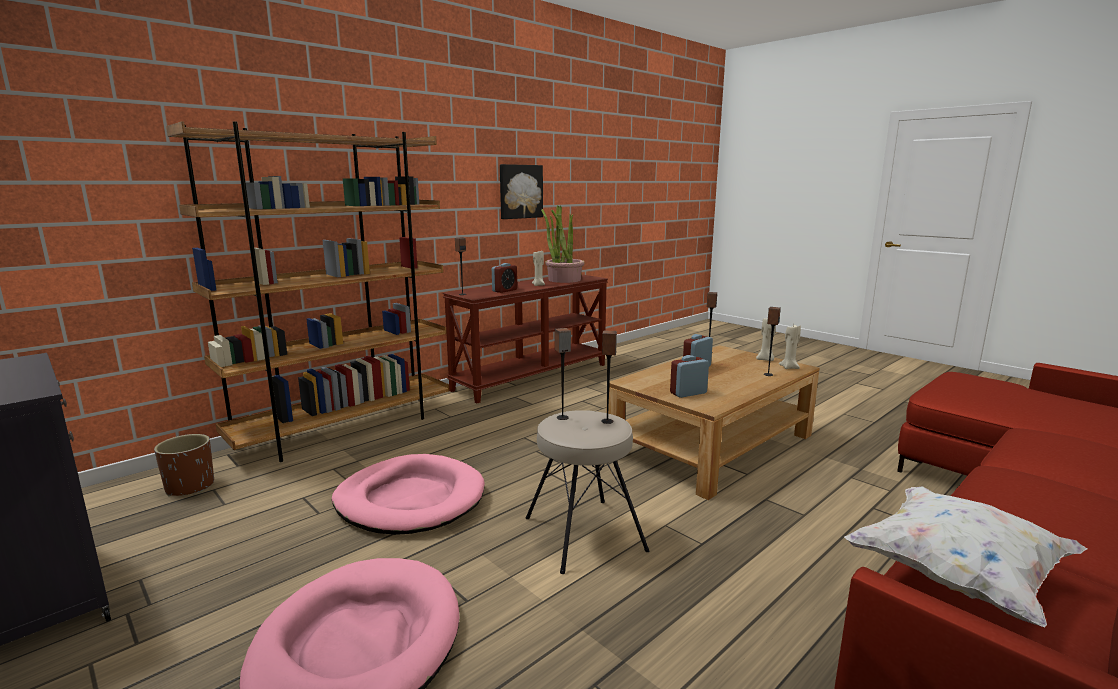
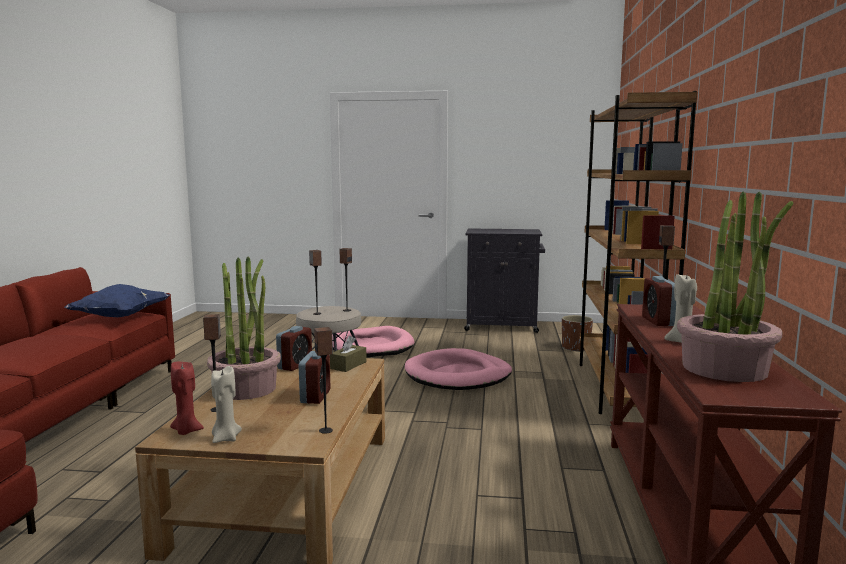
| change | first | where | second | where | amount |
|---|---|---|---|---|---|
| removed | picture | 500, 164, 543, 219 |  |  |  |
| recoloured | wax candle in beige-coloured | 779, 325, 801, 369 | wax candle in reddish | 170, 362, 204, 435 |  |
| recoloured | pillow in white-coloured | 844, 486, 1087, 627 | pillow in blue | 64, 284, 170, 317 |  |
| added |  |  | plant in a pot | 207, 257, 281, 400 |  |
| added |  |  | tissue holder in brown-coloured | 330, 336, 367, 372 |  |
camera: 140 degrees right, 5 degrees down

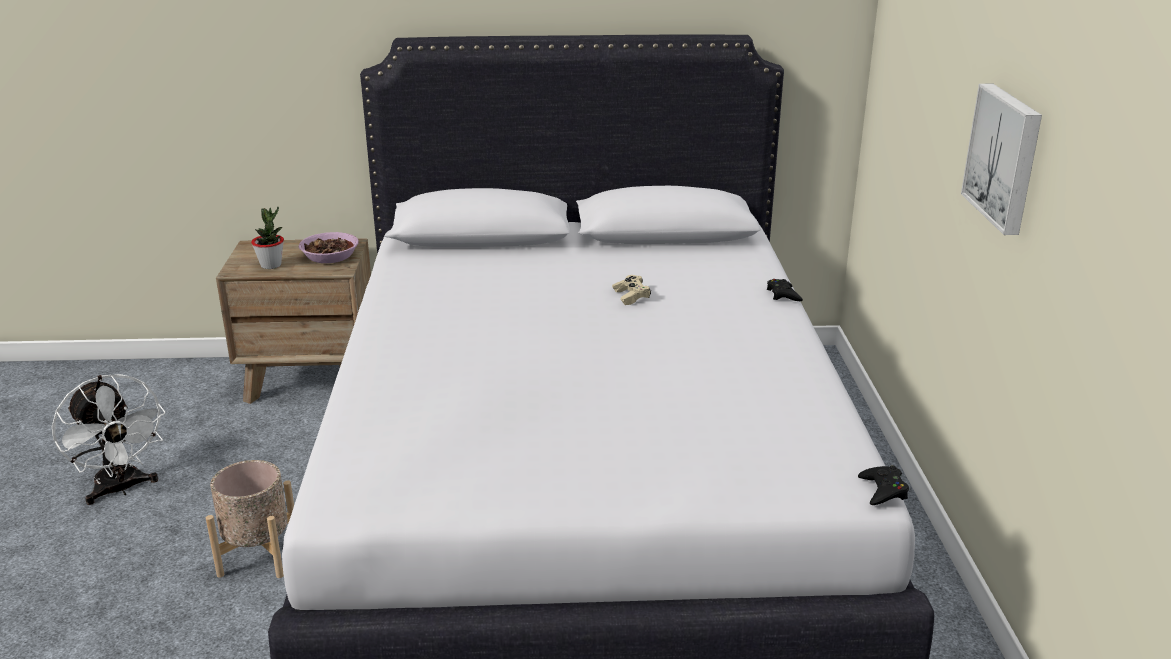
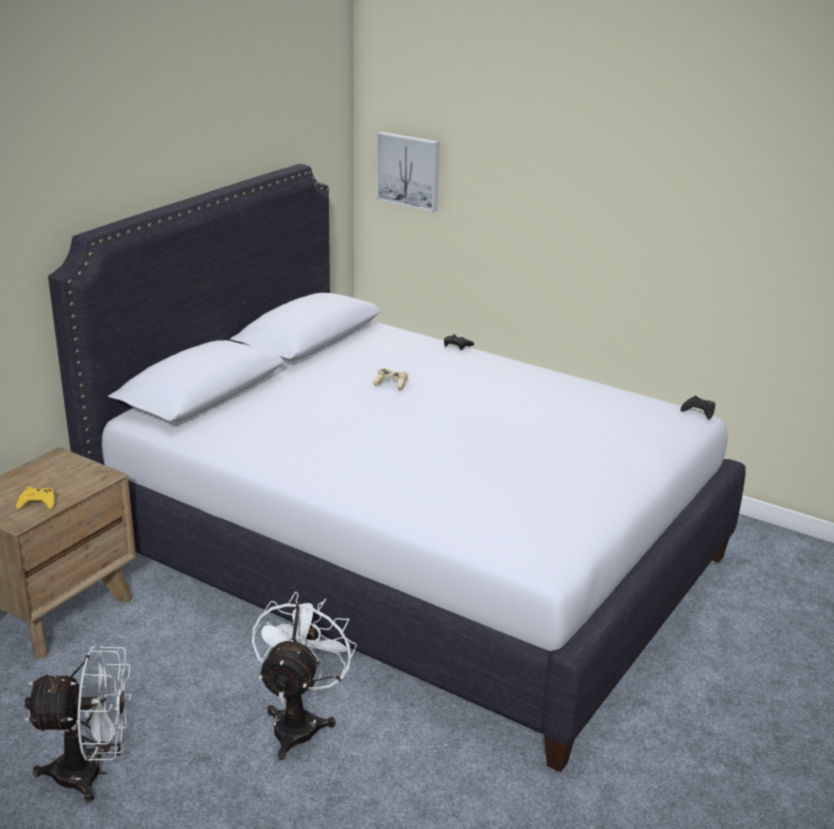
| change | first | where | second | where | amount |
|---|---|---|---|---|---|
| replaced | planter in beige-coloured | 206, 460, 294, 578 | fan in white-coloured | 252, 592, 357, 760 |  |
| replaced | plant in a pot | 251, 207, 284, 269 | gamepad in yellow | 16, 487, 54, 510 |  |
| removed | deep dish | 299, 232, 359, 263 |  |  |  |
| moved | picture | 961, 84, 1042, 235 |  | 377, 132, 440, 212 |  |
camera: 55 degrees left, 0 degrees up

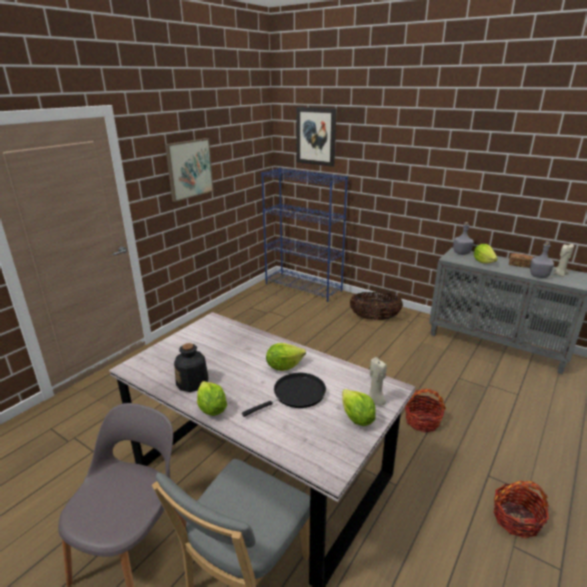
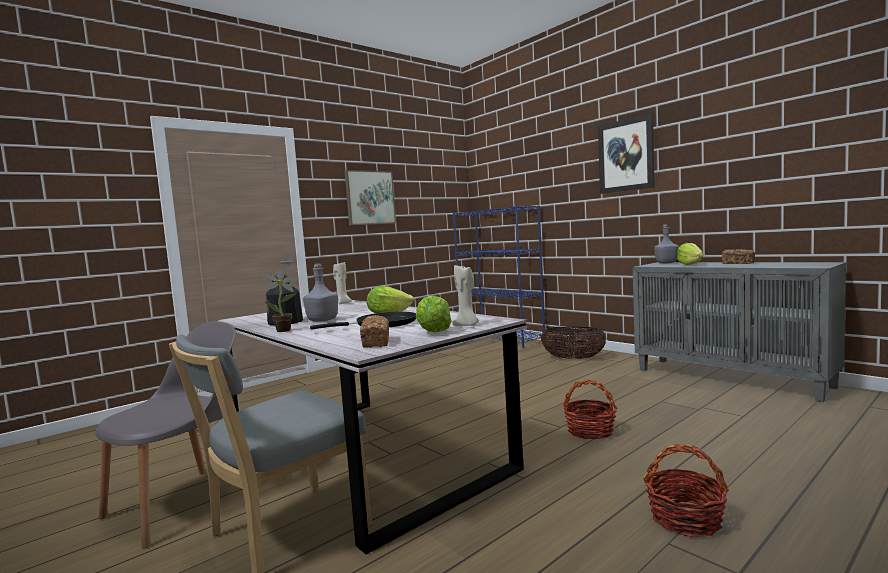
| change | first | where | second | where | amount |
|---|---|---|---|---|---|
| replaced | lettuce head | 197, 381, 227, 416 | plant in a pot | 261, 269, 298, 332 |  |
| moved | picture | 296, 107, 336, 167 |  | 598, 113, 655, 194 |  |
| moved | bottle in greyish | 530, 241, 554, 278 |  | 303, 263, 338, 322 |  |
| moved | wax candle in beige-coloured | 553, 244, 574, 277 |  | 333, 262, 352, 304 |  |
| added |  |  | baked bread | 360, 315, 389, 348 |  |
camera: 15 degrees right, 20 degrees down

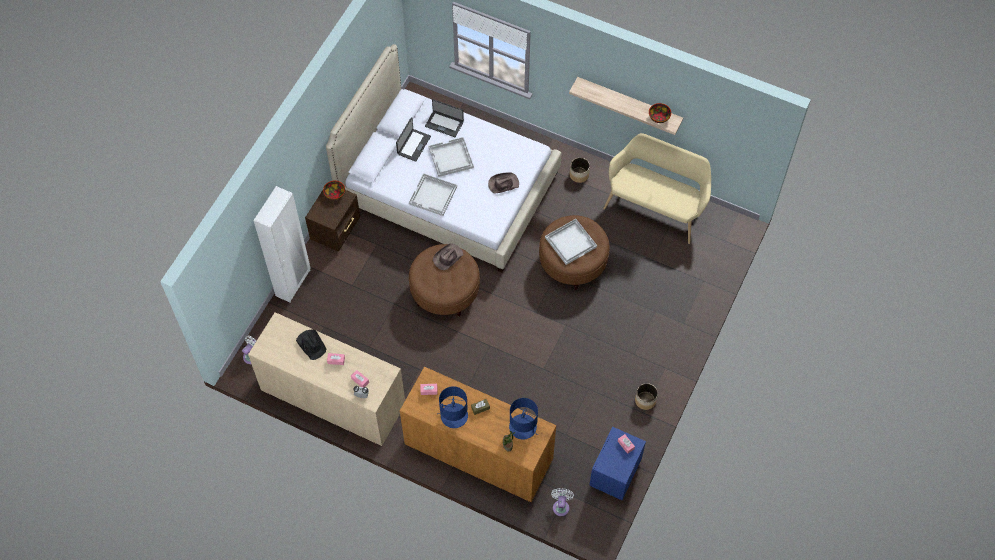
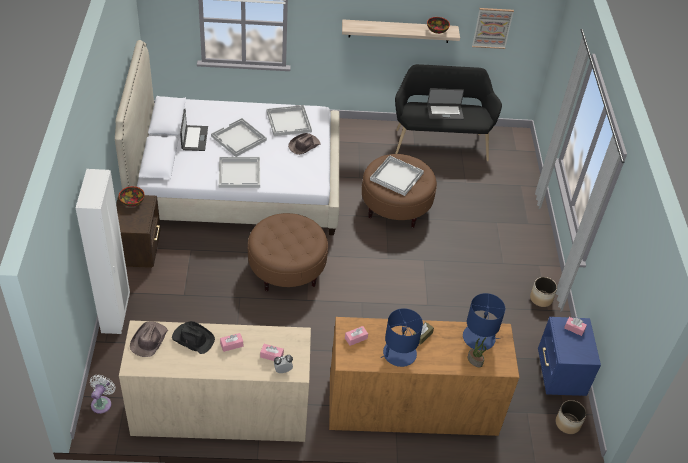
| change | first | where | second | where | amount |
|---|---|---|---|---|---|
| moved | portable computer | 425, 99, 464, 137 |  | 427, 88, 464, 120 |  |
| moved | clothing hat in brown-coloured | 433, 243, 463, 270 |  | 130, 322, 168, 357 |  |
| removed | fan in white-coloured | 551, 488, 574, 516 |  |  |  |
| moved | planter | 570, 158, 590, 183 |  | 556, 400, 587, 434 |  |
| recoloured | bench in beige-coloured | 603, 133, 711, 244 | bench in blackish | 395, 64, 502, 161 |  |
| added |  |  | serving tray in white-coloured | 267, 105, 312, 136 |  |
| added |  |  | picture | 472, 8, 514, 49 |  |
camera: 30 degrees left, 15 degrees down

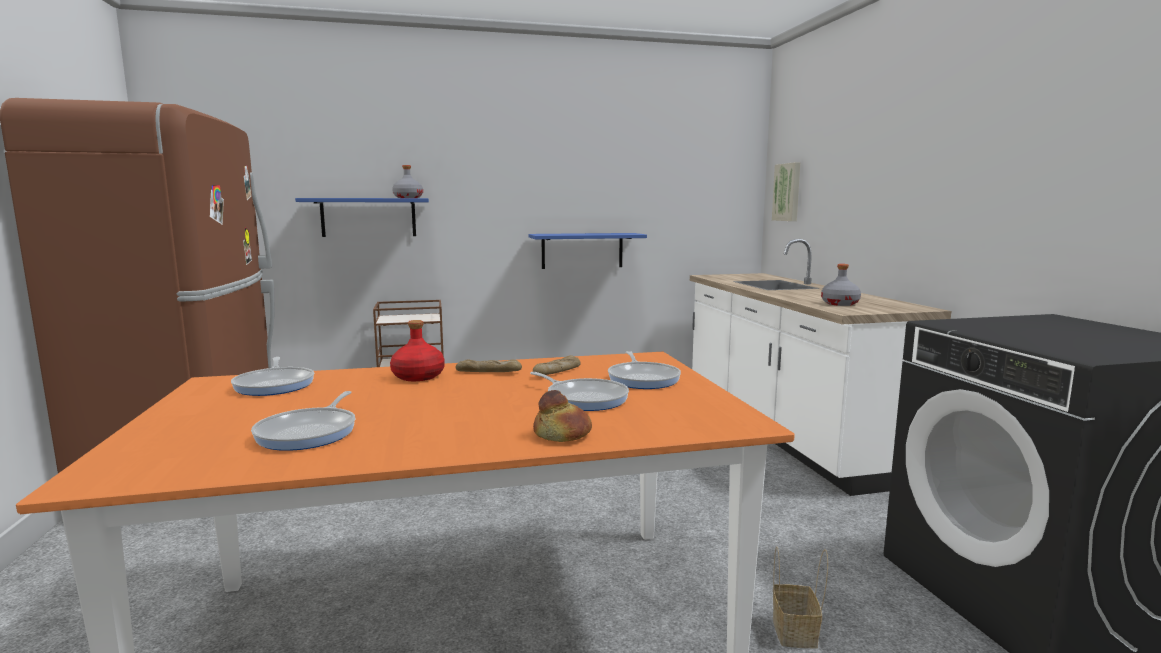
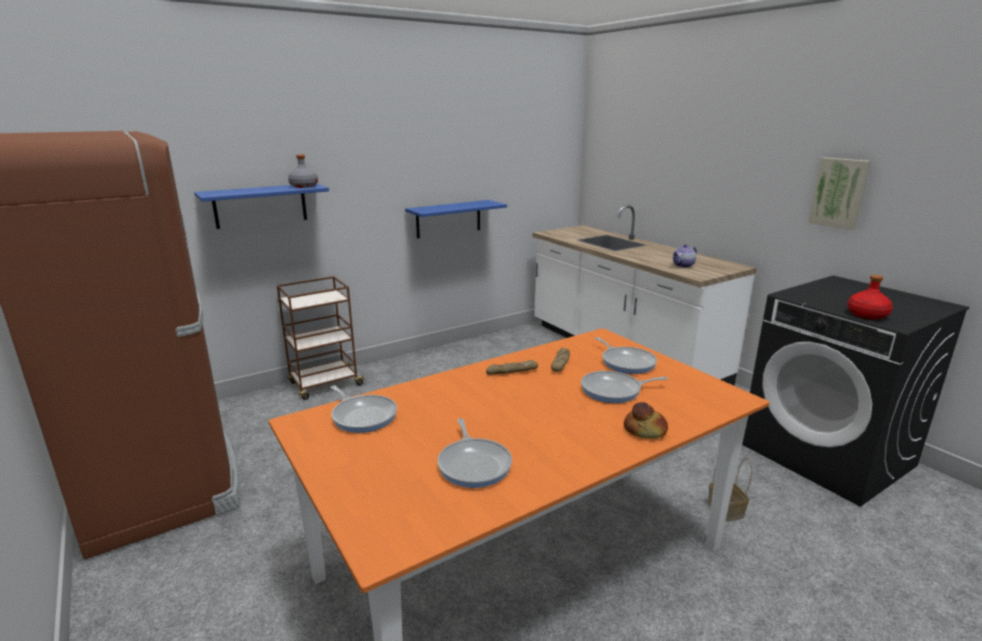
| change | first | where | second | where | amount |
|---|---|---|---|---|---|
| moved | bottle in reddish | 390, 320, 445, 381 |  | 847, 275, 893, 320 |  |
| turned | pan | 530, 372, 629, 411 |  | 581, 371, 668, 403 | 150 degrees clockwise |
| moved | picture | 772, 162, 801, 221 |  | 808, 158, 871, 230 |  |
| replaced | bottle in greyish | 821, 264, 861, 306 | tea pot | 673, 244, 697, 268 |  |
camera: 20 degrees left, 10 degrees up

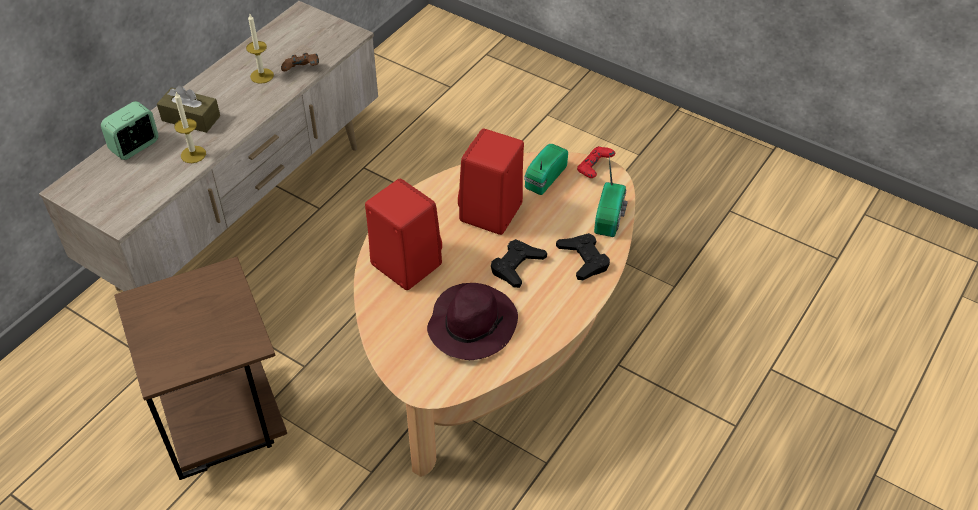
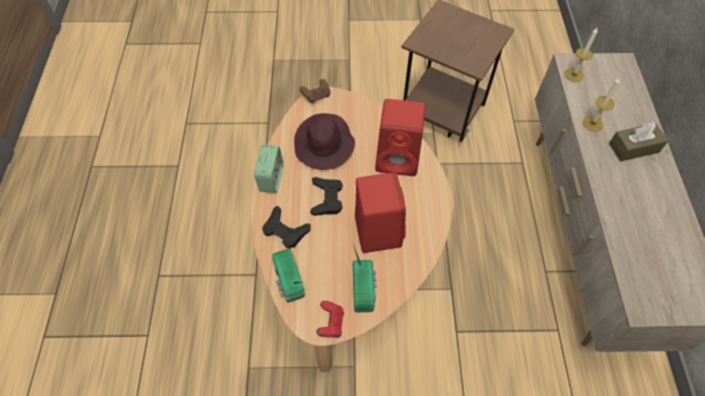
| change | first | where | second | where | amount |
|---|---|---|---|---|---|
| moved | bedside clock | 101, 101, 159, 160 |  | 254, 145, 283, 193 |  |
| moved | wax candle | 246, 14, 274, 84 |  | 565, 28, 598, 82 |  |
| moved | gamepad in brown-coloured | 281, 53, 319, 71 |  | 300, 79, 331, 103 |  |
camera: 145 degrees right, 10 degrees up

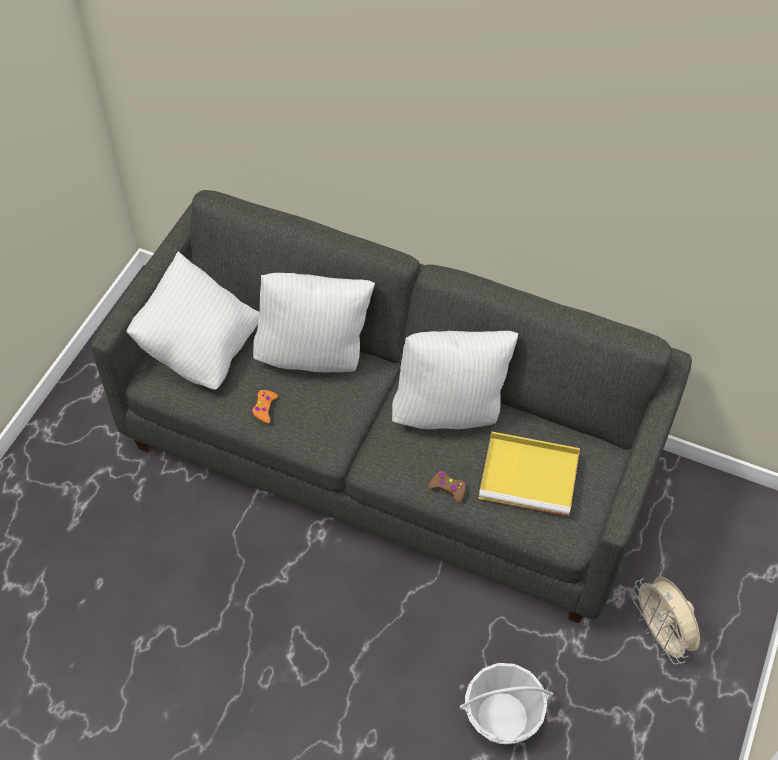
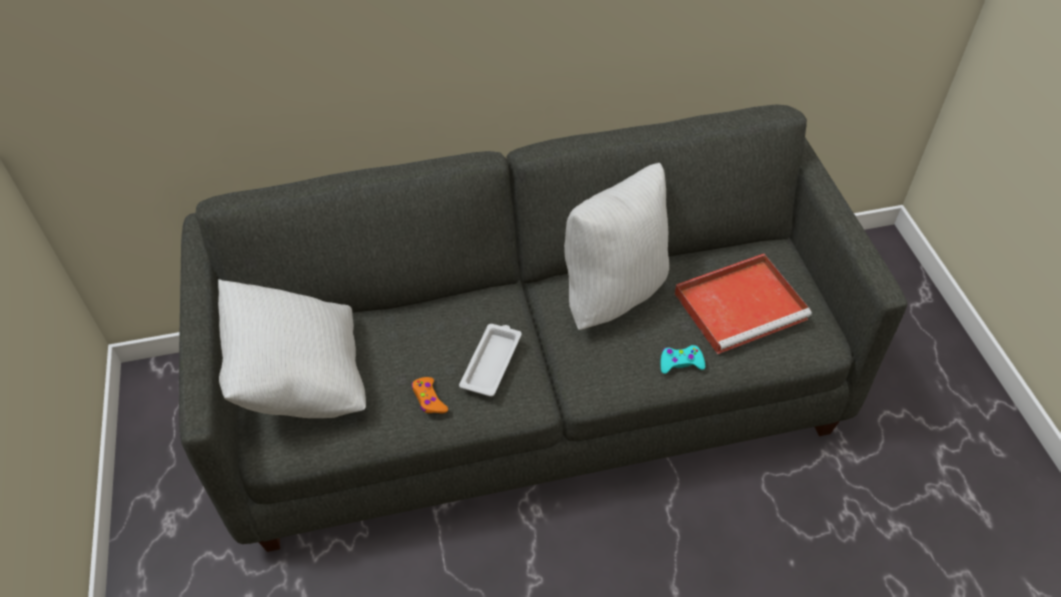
| change | first | where | second | where | amount |
|---|---|---|---|---|---|
| removed | pillow in white-coloured | 253, 273, 375, 372 |  |  |  |
| recoloured | gamepad in brown-coloured | 428, 471, 466, 503 | gamepad in turquoise | 660, 345, 705, 374 |  |
| removed | household basket | 460, 663, 553, 744 |  |  |  |
| recoloured | serving tray in yellow | 478, 432, 580, 517 | serving tray in reddish | 675, 254, 812, 354 |  |
| removed | fan in beige-coloured | 632, 577, 700, 665 |  |  |  |
| added |  |  | serving tray in white-coloured | 459, 324, 522, 397 |  |
camera: 35 degrees left, 5 degrees down

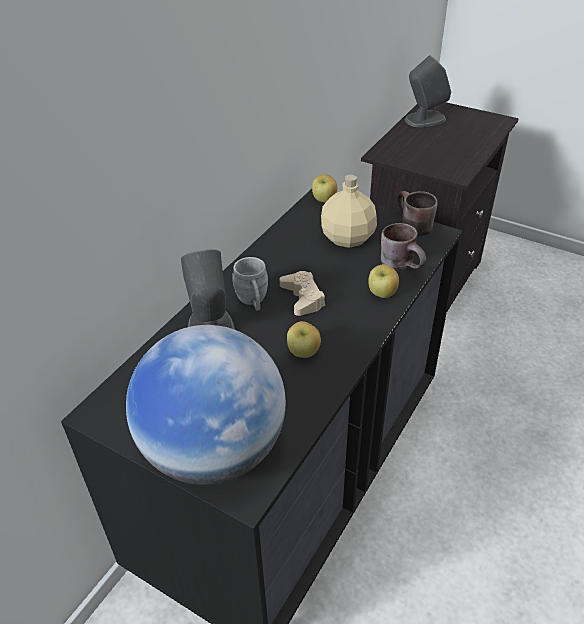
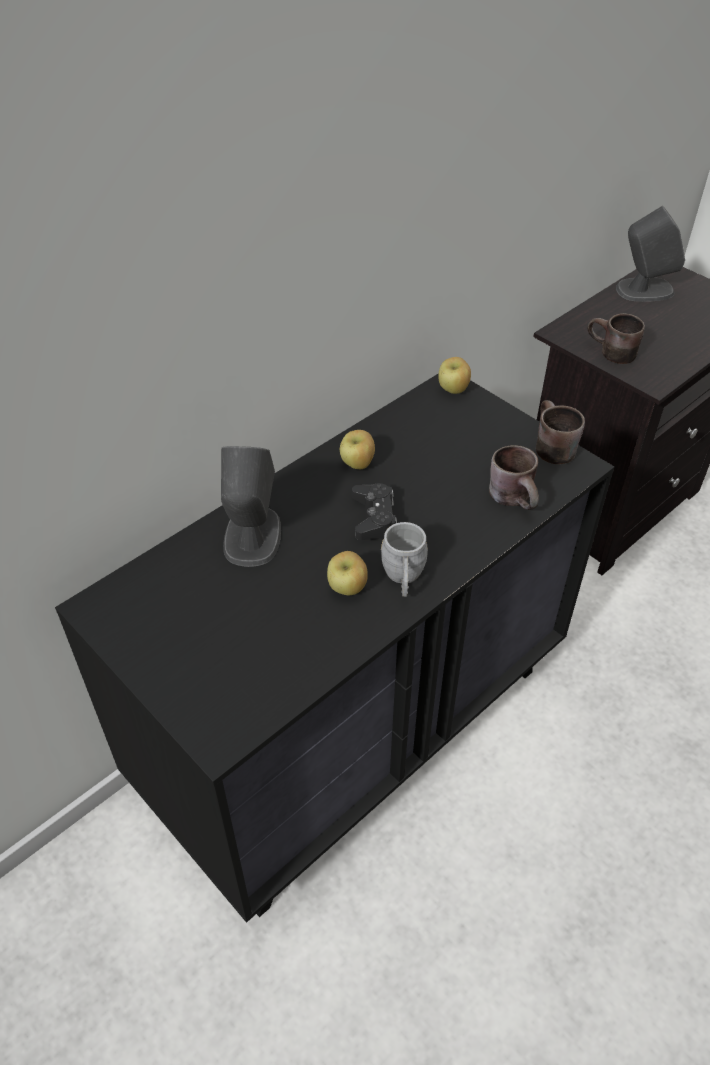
| change | first | where | second | where | amount |
|---|---|---|---|---|---|
| removed | desk globe | 126, 325, 286, 485 |  |  |  |
| moved | tea mug in greyish | 232, 257, 268, 311 |  | 381, 522, 428, 597 |  |
| recoloured | gamepad in beige-coloured | 280, 271, 325, 316 | gamepad in blackish | 352, 483, 397, 540 |  |
| removed | bottle in beige-coloured | 321, 175, 377, 248 |  |  |  |
| moved | whole apple | 368, 264, 399, 298 |  | 340, 430, 375, 469 |  |
| added |  |  | tea mug in brown-coloured | 588, 313, 645, 364 |  |
camera: 15 degrees right, 5 degrees up

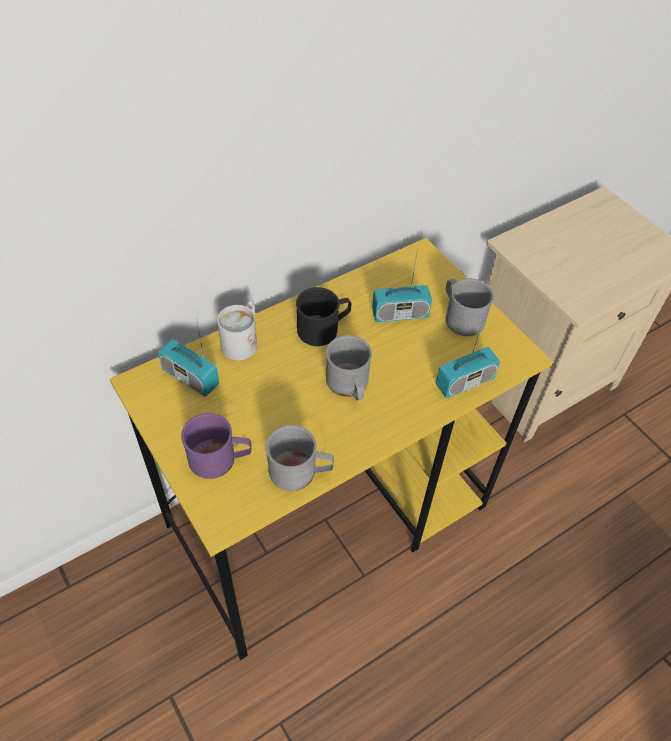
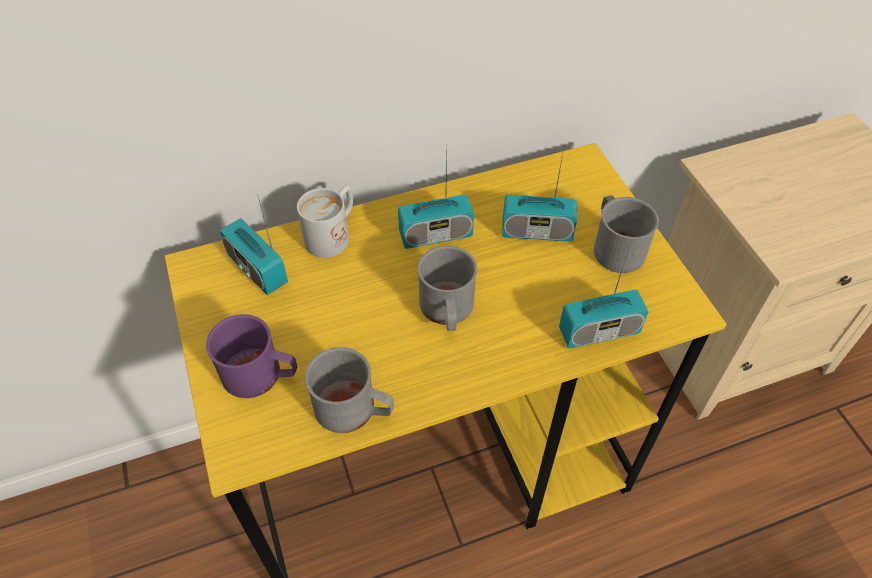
| change | first | where | second | where | amount |
|---|---|---|---|---|---|
| replaced | tea mug in blackish | 296, 287, 351, 346 | radio set | 398, 156, 474, 249 |  |
camera: 15 degrees right, 0 degrees up

